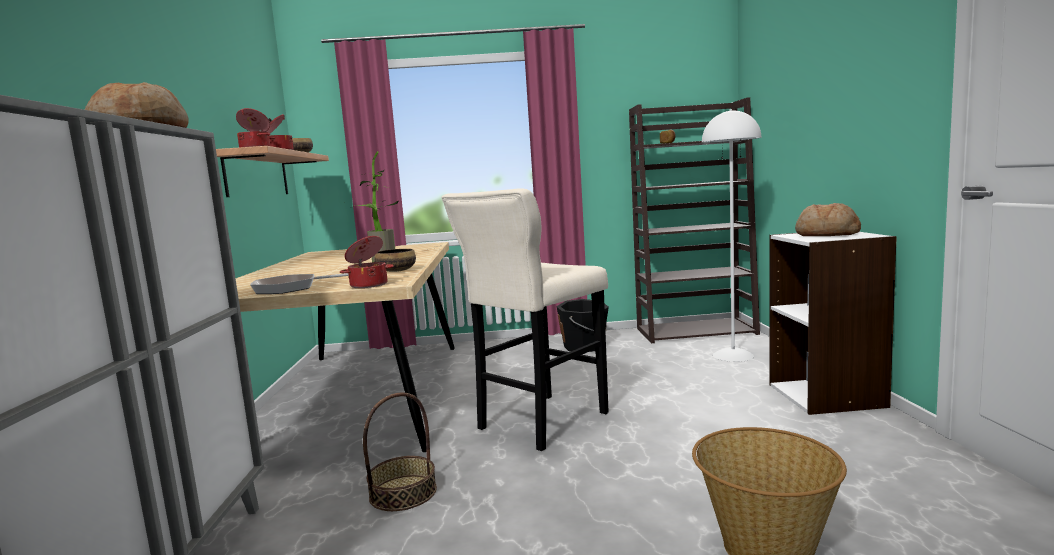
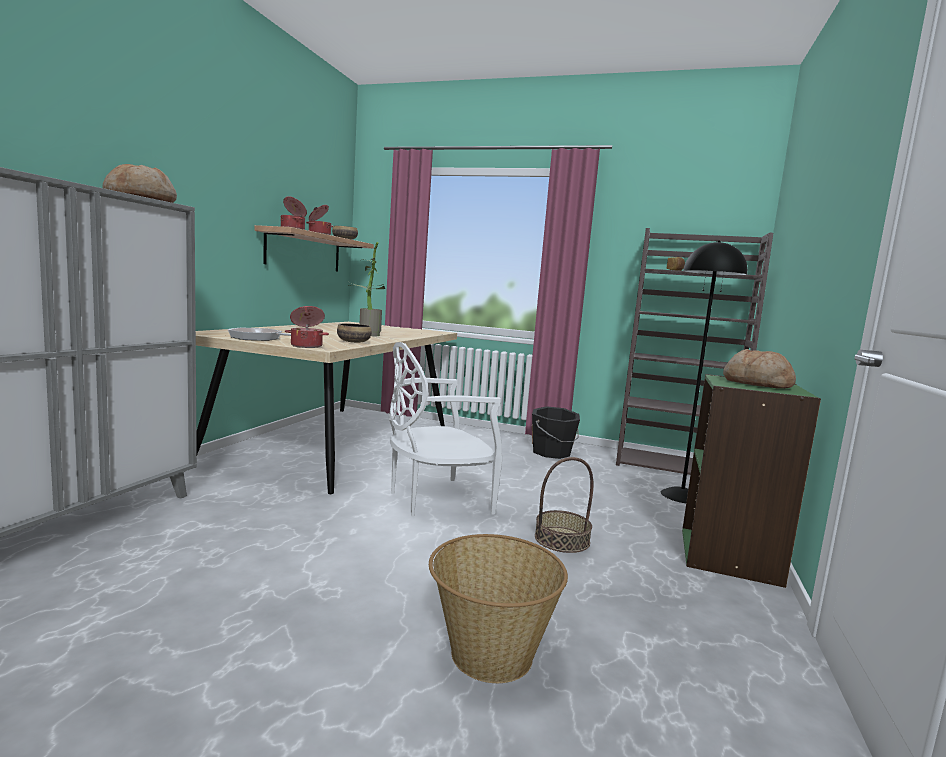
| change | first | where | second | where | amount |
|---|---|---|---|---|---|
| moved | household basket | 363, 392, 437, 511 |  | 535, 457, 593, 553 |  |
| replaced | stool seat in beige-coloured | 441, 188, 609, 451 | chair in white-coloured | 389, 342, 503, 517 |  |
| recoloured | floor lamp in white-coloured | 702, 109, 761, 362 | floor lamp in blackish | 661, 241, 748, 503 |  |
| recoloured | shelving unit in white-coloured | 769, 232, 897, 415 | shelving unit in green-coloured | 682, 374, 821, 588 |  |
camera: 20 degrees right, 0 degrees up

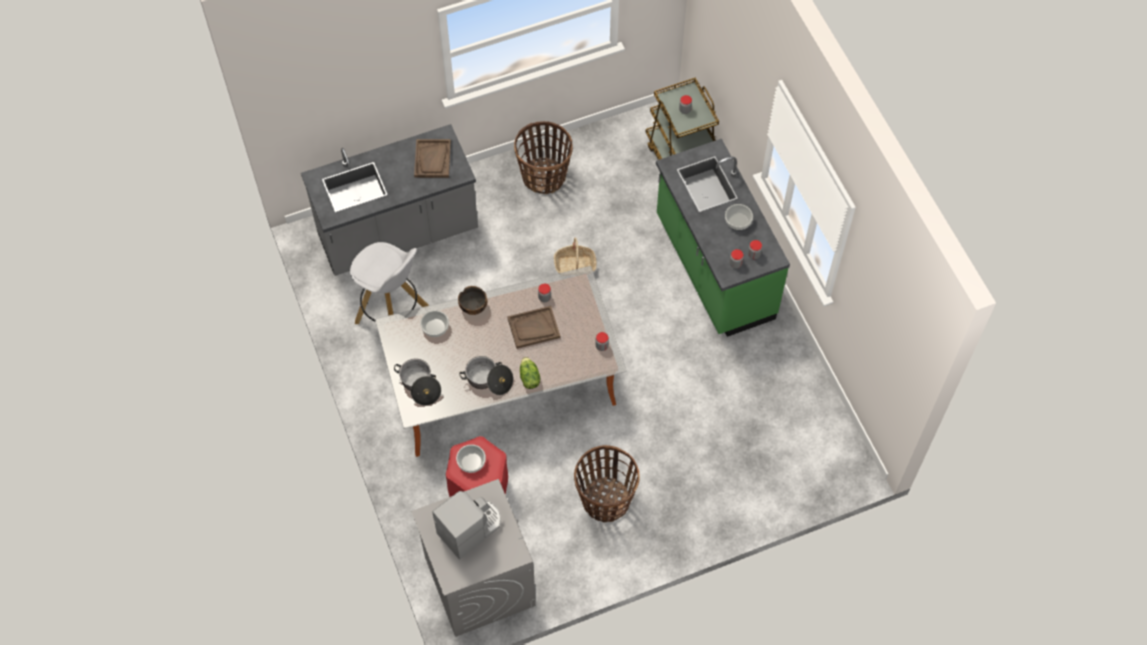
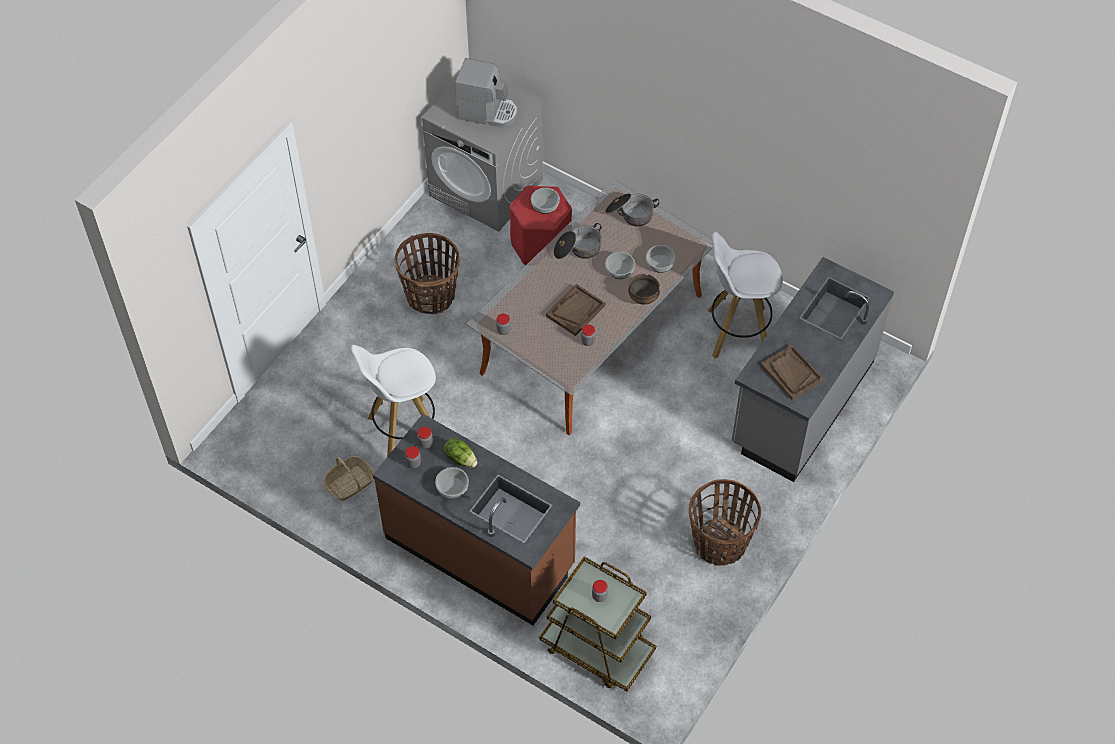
| change | first | where | second | where | amount |
|---|---|---|---|---|---|
| turned | coffee maker | 432, 491, 501, 559 |  | 455, 58, 518, 128 | 90 degrees counterclockwise |
| moved | lettuce head | 520, 357, 540, 389 |  | 444, 438, 477, 468 |  |
| moved | household basket | 554, 238, 597, 273 |  | 323, 456, 375, 501 |  |
| recoloured | counter in green-coloured | 656, 139, 790, 337 | counter in brown-coloured | 373, 414, 580, 625 |  |
| added |  |  | stool seat in white-coloured | 351, 345, 436, 457 |  |
| added |  |  | deep dish | 605, 252, 635, 279 |  |
camera: 145 degrees right, 5 degrees down

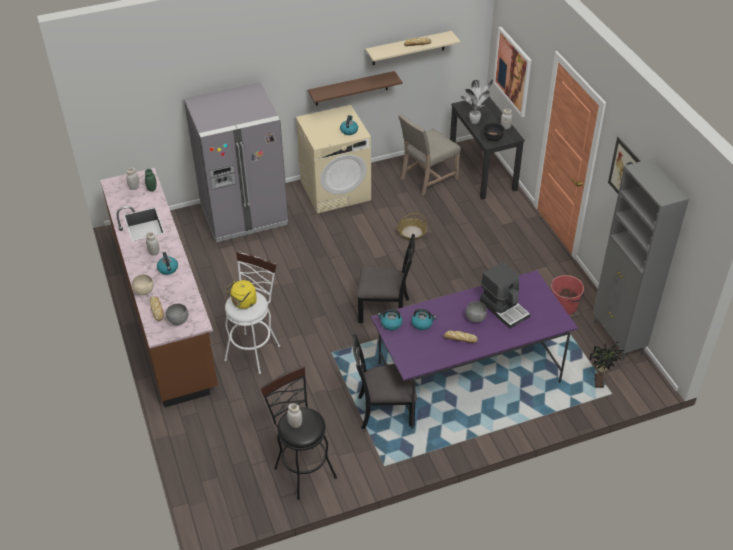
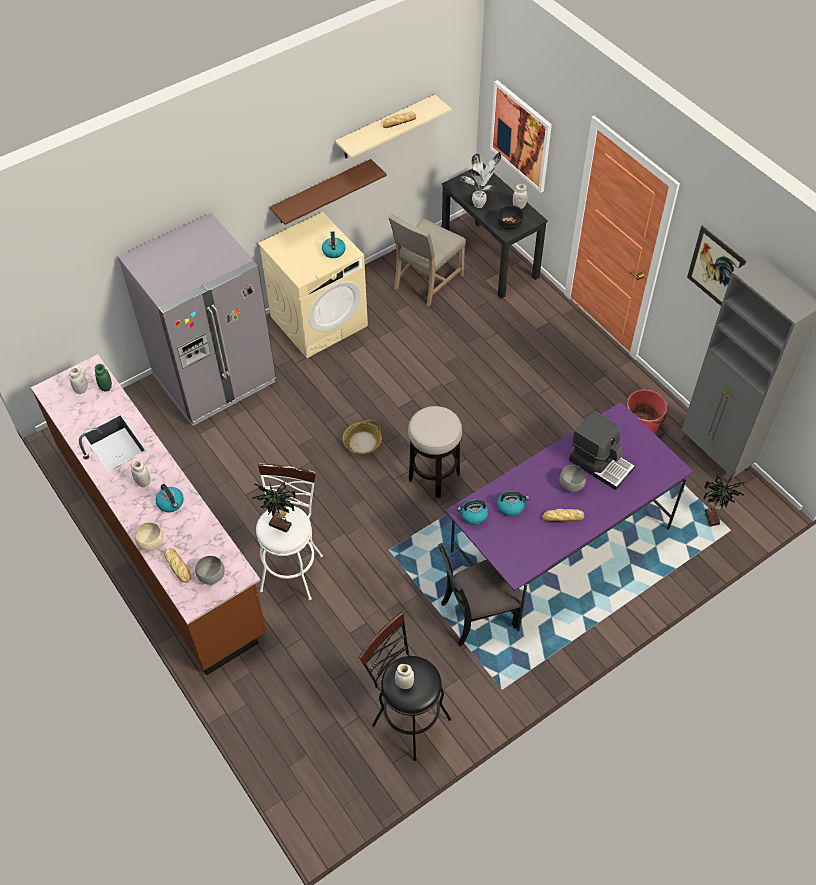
| change | first | where | second | where | amount |
|---|---|---|---|---|---|
| replaced | water kettle in yellow | 225, 280, 257, 309 | plant in a pot | 252, 481, 296, 533 |  |
| replaced | chair in blackish | 357, 234, 415, 323 | stool seat | 408, 406, 462, 498 |  |
| moved | household basket | 397, 213, 427, 240 |  | 343, 420, 382, 455 |  |
camera: 15 degrees left, 10 degrees up

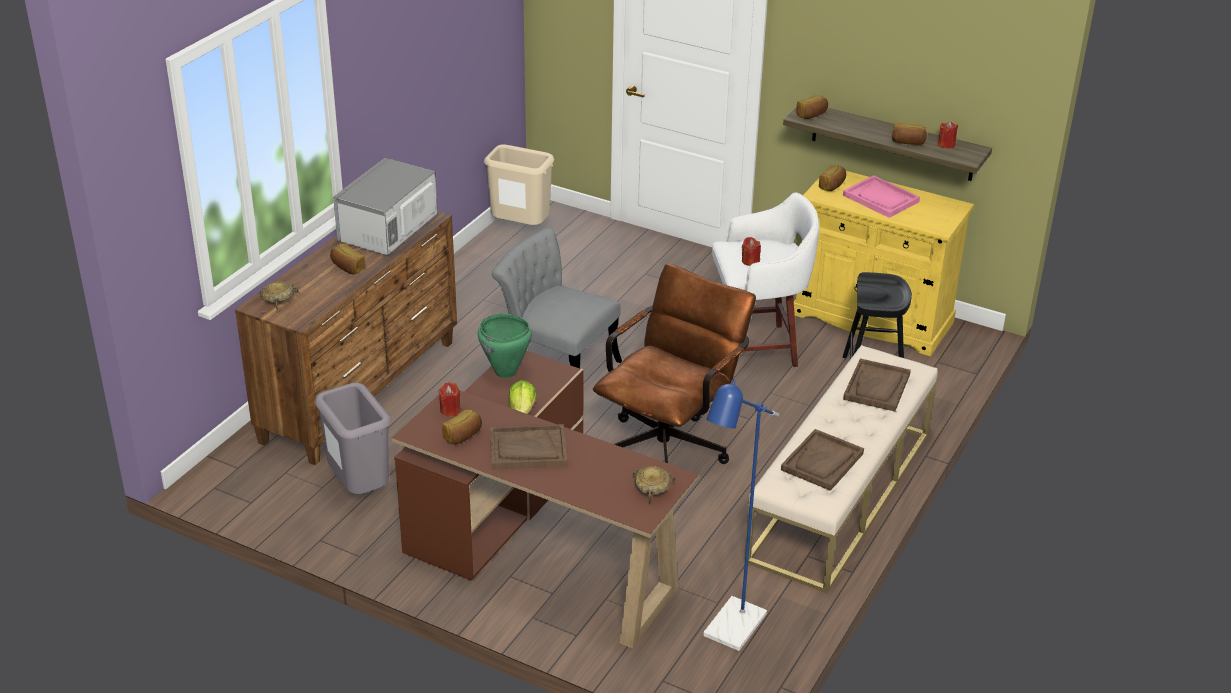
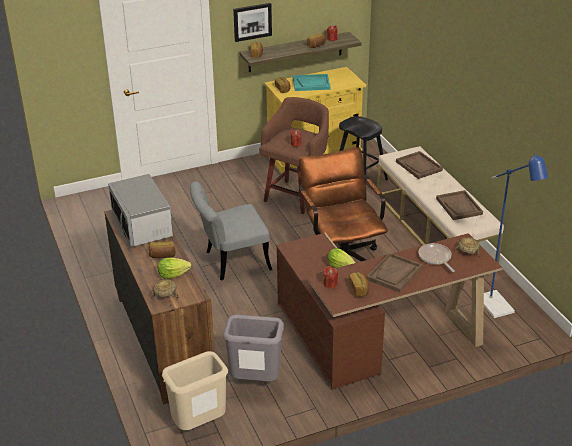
| change | first | where | second | where | amount |
|---|---|---|---|---|---|
| removed | stockpot in green-coloured | 478, 314, 532, 378 |  |  |  |
| moved | waste bin in beige-coloured | 484, 144, 554, 225 |  | 162, 351, 228, 430 |  |
| recoloured | stool seat in white-coloured | 712, 192, 819, 367 | stool seat in brown-coloured | 259, 97, 329, 214 |  |
| recoloured | serving tray in pink-coloured | 843, 175, 920, 218 | serving tray in turquoise | 293, 74, 331, 91 |  |
| added |  |  | lettuce head | 158, 258, 192, 279 |  |
| added |  |  | picture | 233, 3, 272, 42 |  |
| added |  |  | pan | 419, 243, 455, 272 |  |
camera: 50 degrees left, 0 degrees up

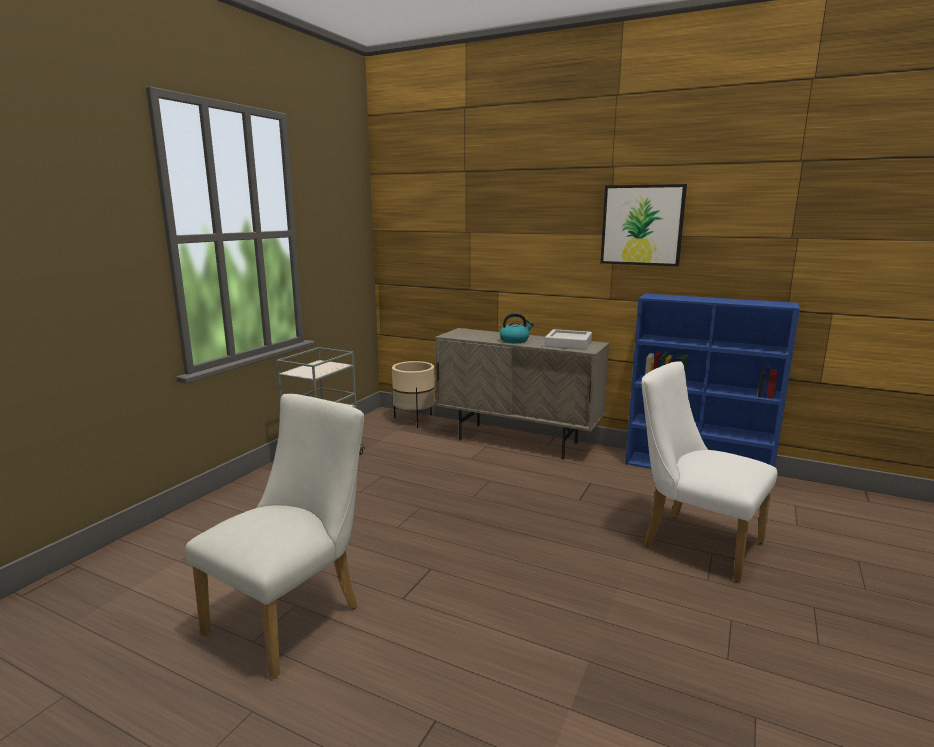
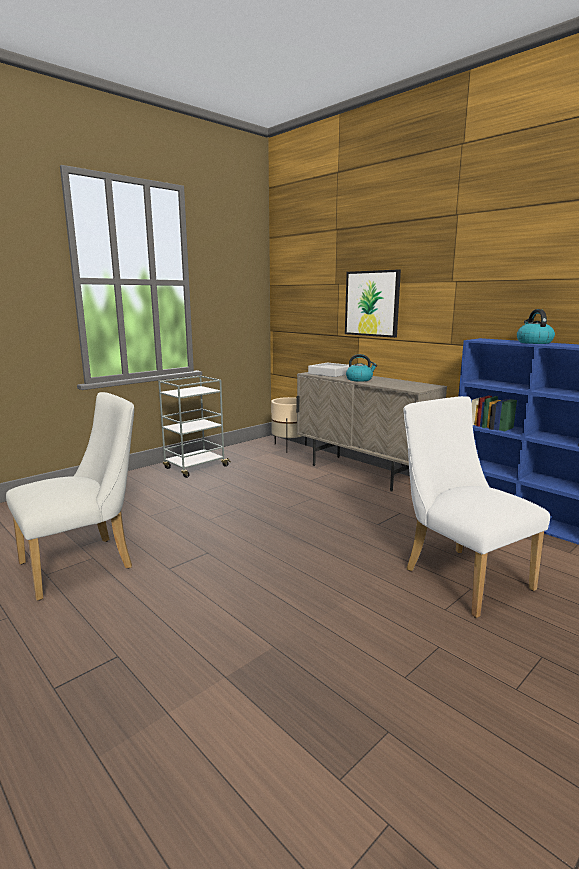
| change | first | where | second | where | amount |
|---|---|---|---|---|---|
| moved | serving tray in greyish | 544, 329, 592, 350 |  | 308, 362, 349, 377 |  |
| moved | picture | 600, 184, 687, 266 |  | 345, 269, 401, 338 |  |
| added |  |  | water kettle | 517, 309, 555, 344 |  |
camera: 20 degrees right, 0 degrees up

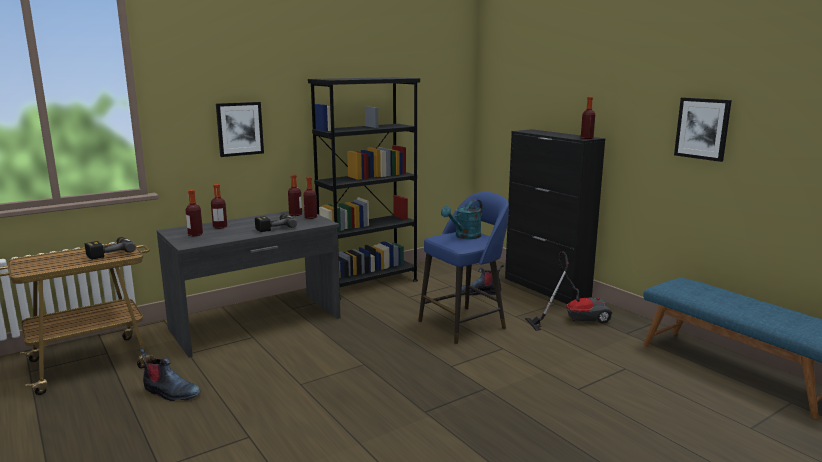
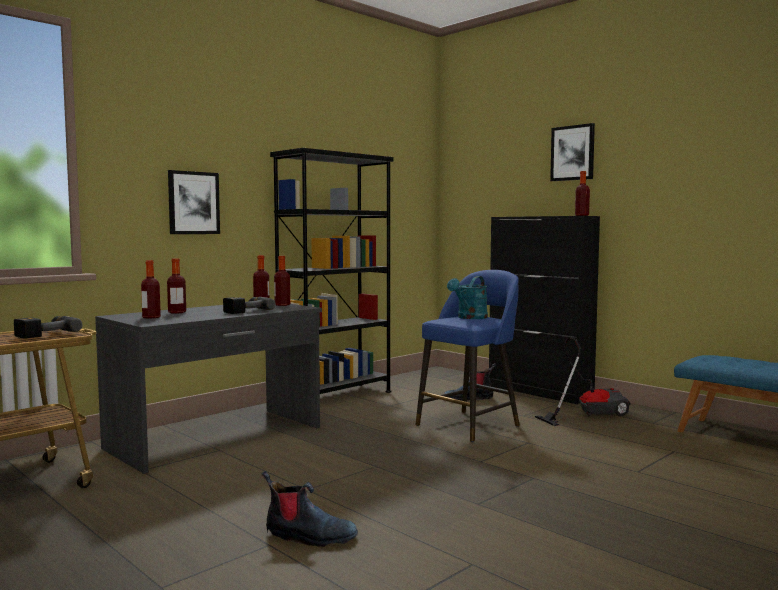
| change | first | where | second | where | amount |
|---|---|---|---|---|---|
| moved | boot | 139, 347, 201, 401 |  | 262, 471, 358, 547 |  |
| moved | picture | 674, 97, 732, 162 |  | 550, 123, 595, 181 |  |
camera: 10 degrees left, 10 degrees down

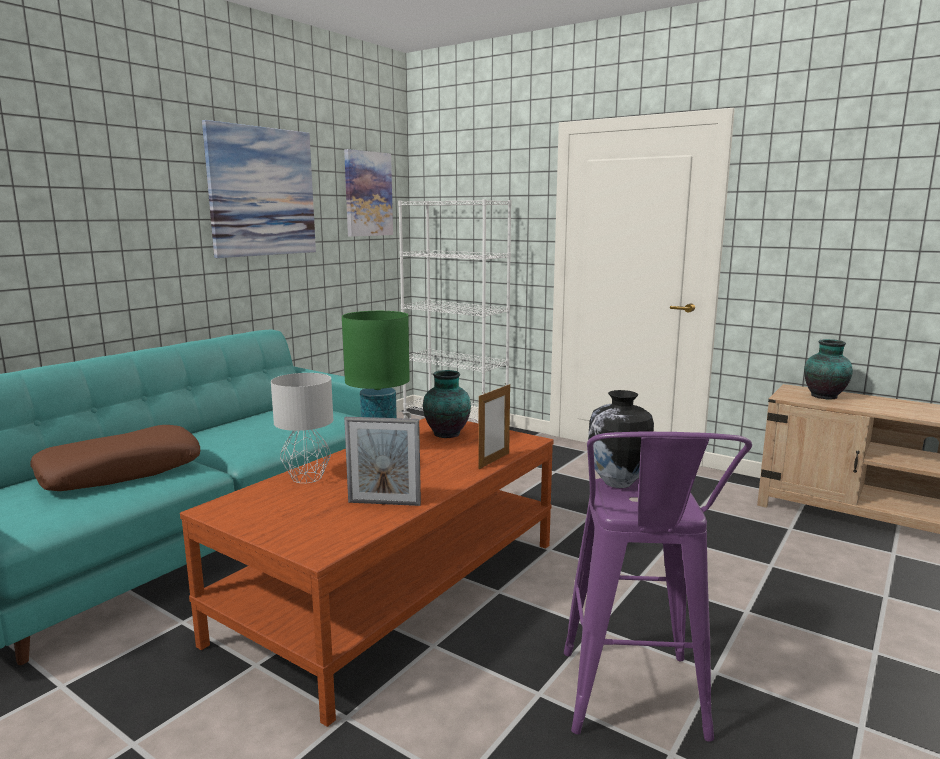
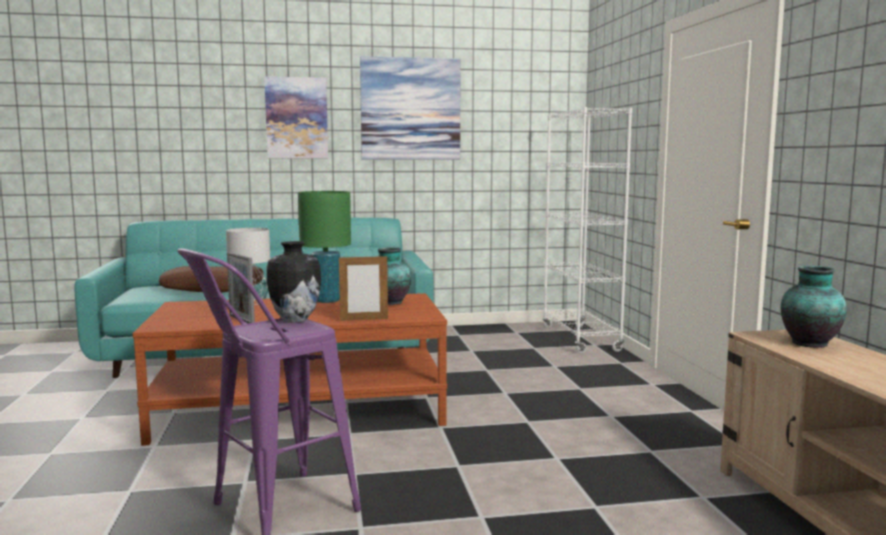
| change | first | where | second | where | amount |
|---|---|---|---|---|---|
| moved | picture | 344, 149, 393, 237 |  | 264, 76, 328, 158 |  |
camera: 45 degrees right, 5 degrees down

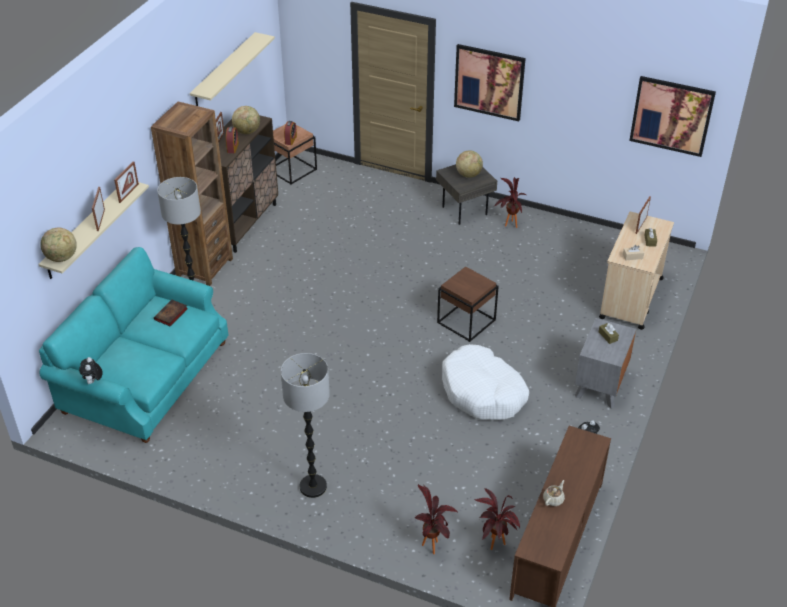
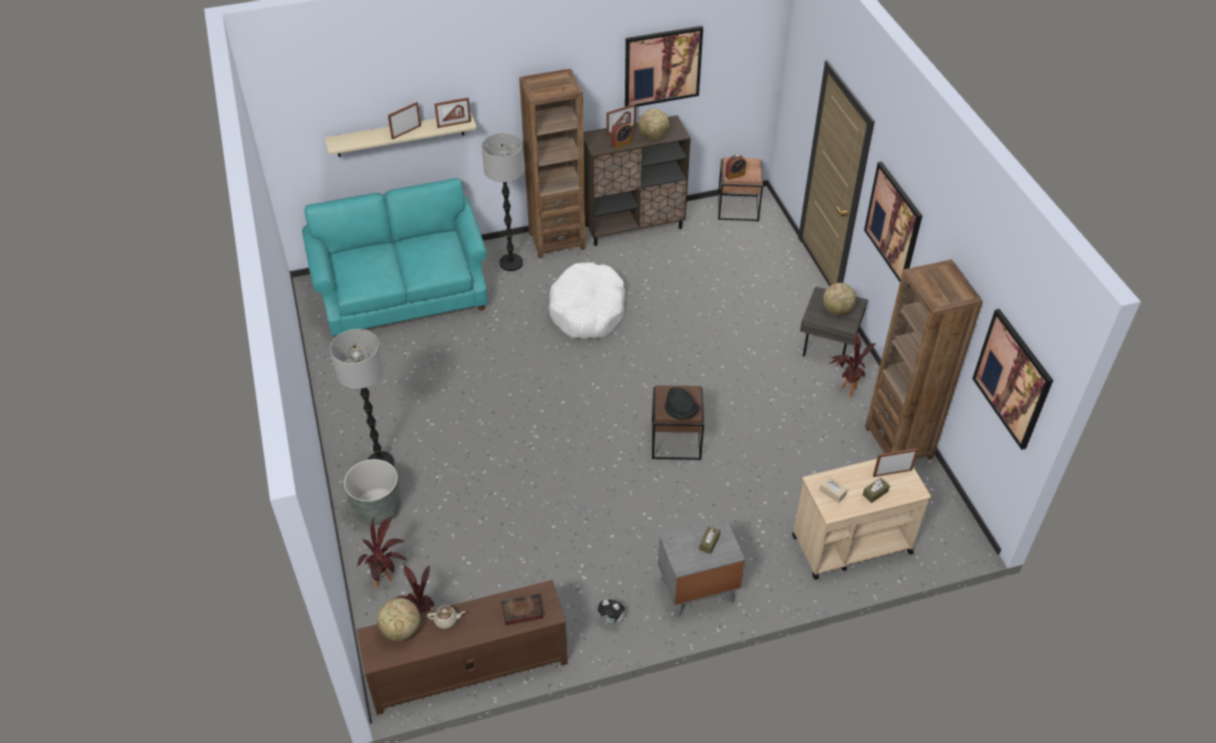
| change | first | where | second | where | amount |
|---|---|---|---|---|---|
| moved | desk globe | 40, 228, 77, 262 |  | 377, 598, 420, 641 |  |
| removed | plush toy | 79, 357, 103, 384 |  |  |  |
| moved | volume | 154, 300, 188, 327 |  | 501, 594, 544, 626 |  |
| replaced | wall shelf in beige-coloured | 190, 32, 275, 106 | picture | 625, 26, 703, 107 |  |
| moved | dog cushion in white-coloured | 442, 344, 529, 420 |  | 549, 262, 625, 339 |  |
| added |  |  | planter in greyish | 344, 459, 401, 525 |  |
| added |  |  | clothing hat in blackish | 665, 387, 699, 420 |  |
| added |  |  | shelving unit in brown-coloured | 865, 260, 982, 459 |  |
camera: 50 degrees right, 5 degrees up

